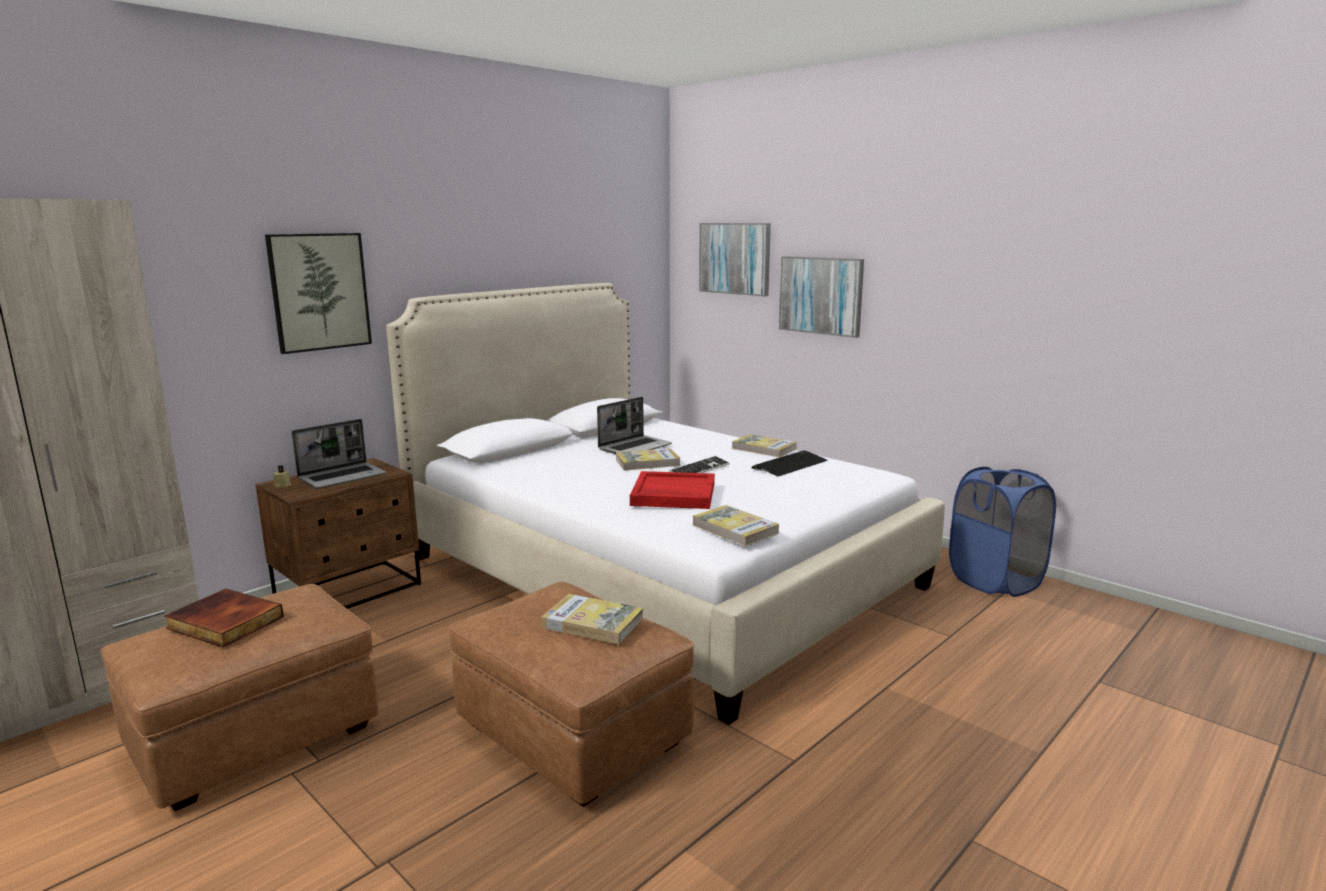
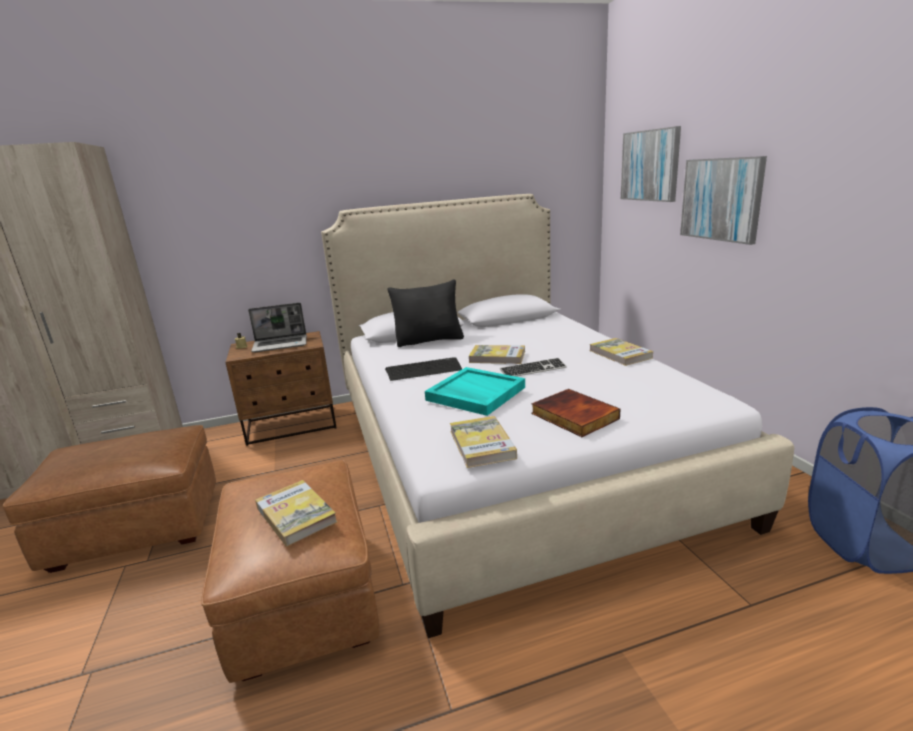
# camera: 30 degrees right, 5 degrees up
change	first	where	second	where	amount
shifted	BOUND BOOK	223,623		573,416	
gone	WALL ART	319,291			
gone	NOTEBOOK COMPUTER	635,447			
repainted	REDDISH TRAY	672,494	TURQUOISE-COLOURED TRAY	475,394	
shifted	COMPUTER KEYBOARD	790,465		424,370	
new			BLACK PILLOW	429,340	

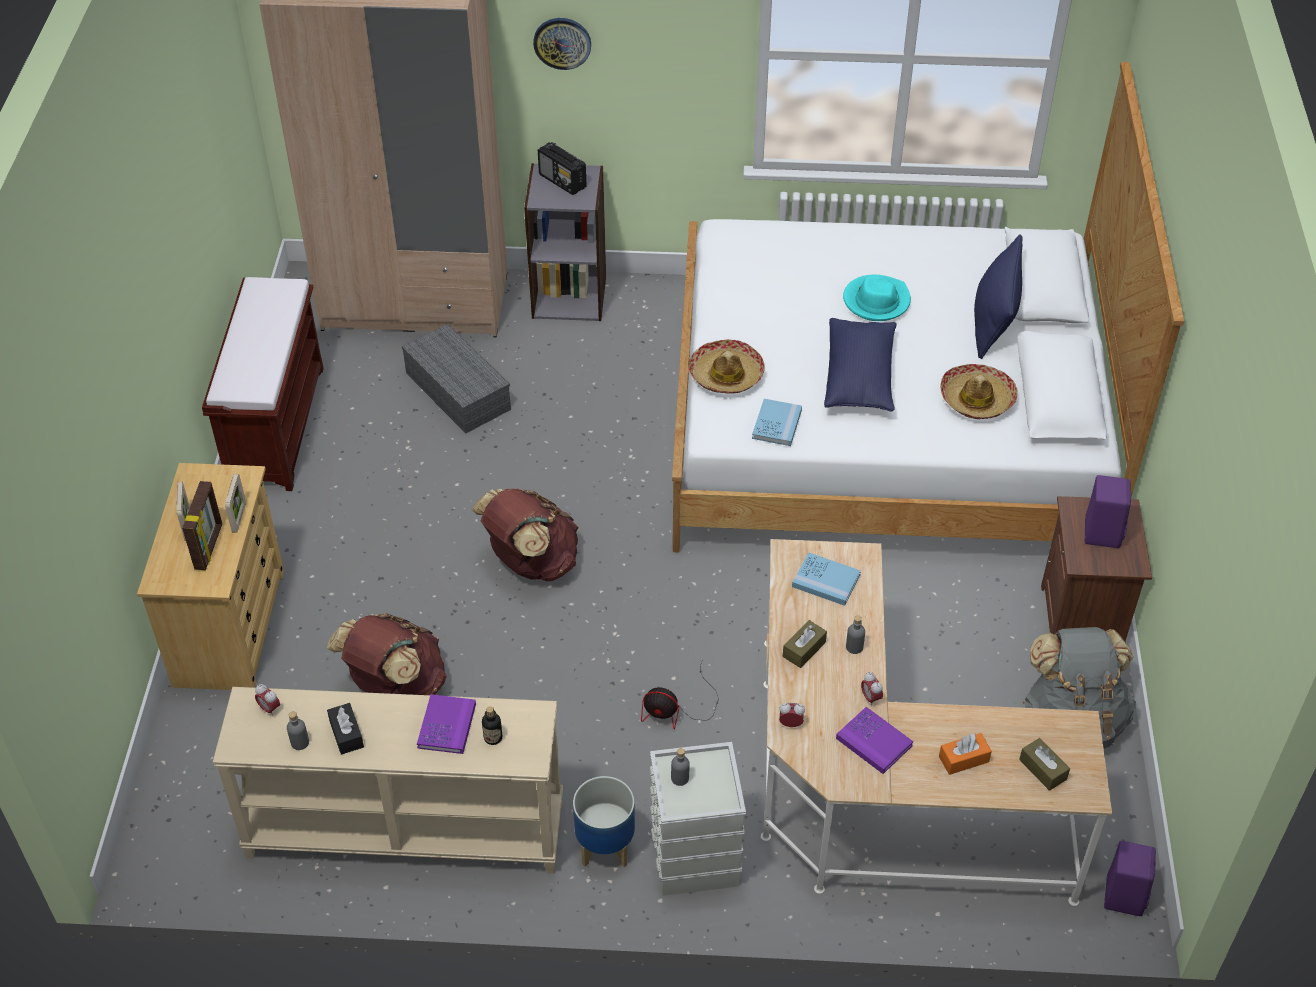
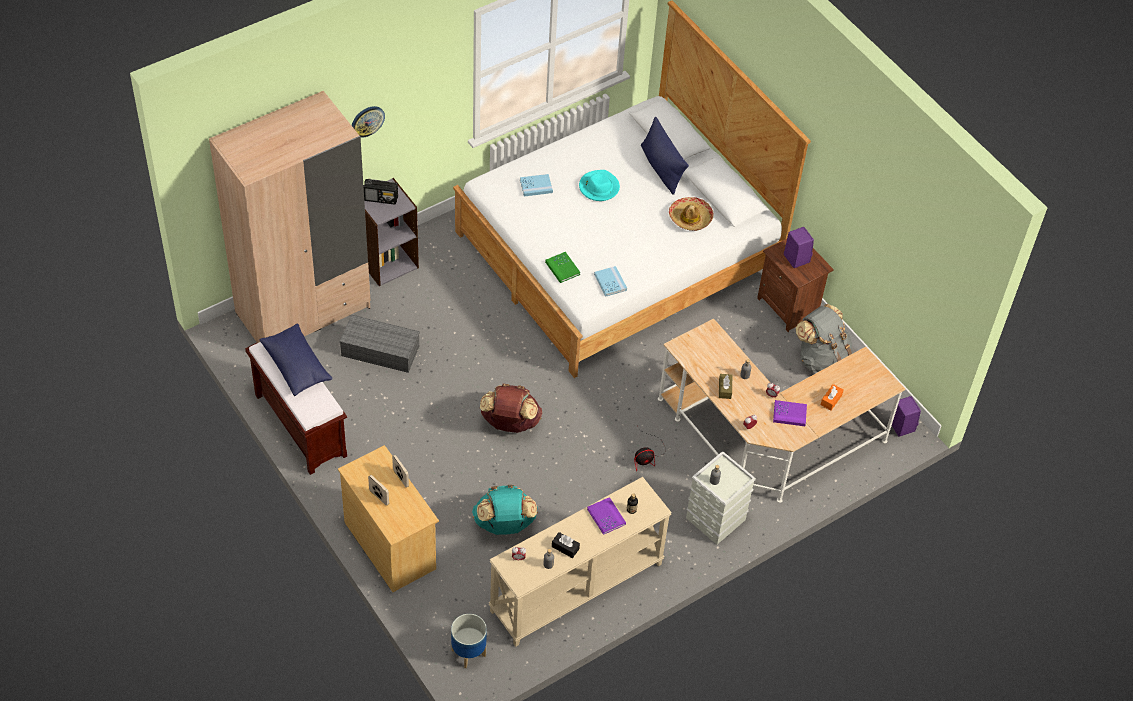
# camera: 40 degrees left, 5 degrees up
change	first	where	second	where	amount
gone	PHOTO FRAME	209,547			
repainted	BROWNISH KNAPSACK	395,686	TURQUOISE-COLOURED KNAPSACK	504,524	
shifted	PLANT POT	606,847		469,652	
swapped	WEARABLE HAT	726,375	GREEN-COLOURED BOUND BOOK	562,268	
shifted	BLUE-COLOURED BOUND BOOK	826,581		536,186	
shifted	BLUE-COLOURED PILLOW	859,377		296,366	
gone	BROWNISH BOX OF TISSUES	1042,769			

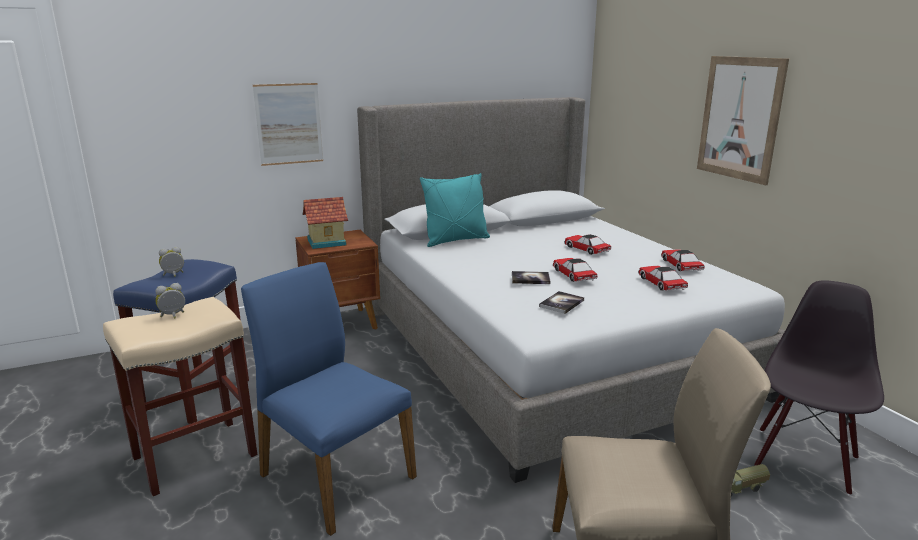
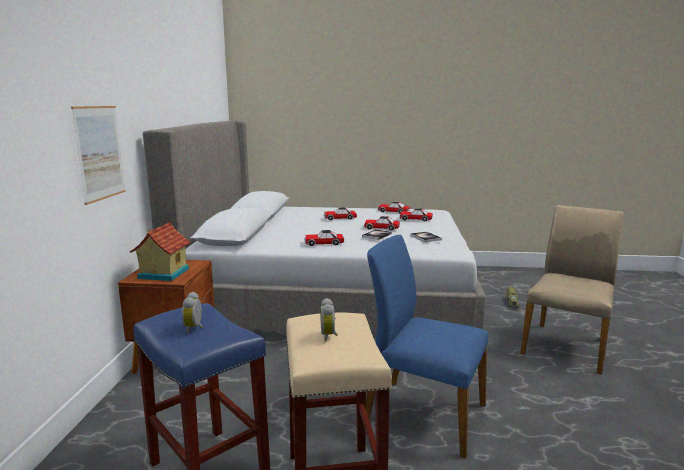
# camera: 60 degrees left, 5 degrees down
change	first	where	second	where	amount
rotated	BLUE-COLOURED CHAIR	334,476		423,414	45 degrees clockwise
gone	TURQUOISE-COLOURED PILLOW	455,240			
gone	WALL ART	739,118			
gone	BLACK CHAIR	804,460			
new			MINIATURE CAR	323,243	

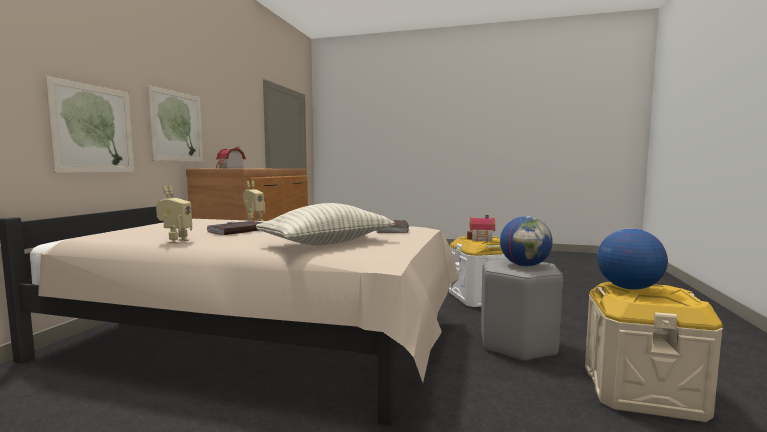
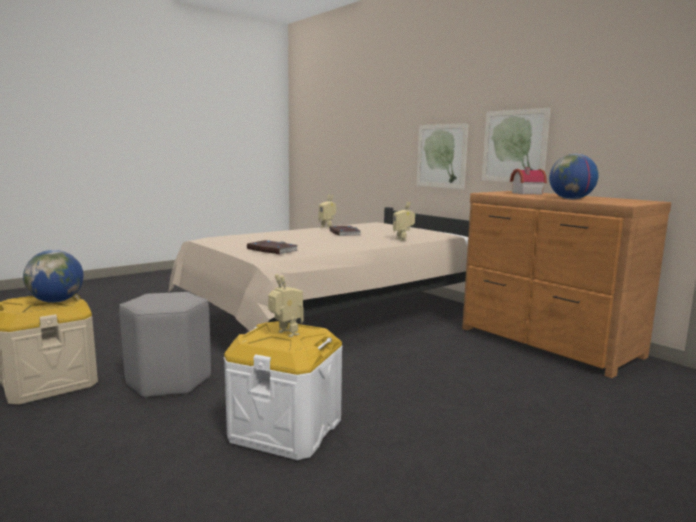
# camera: 125 degrees right, 5 degrees up
change	first	where	second	where	amount
gone	PILLOW	327,243			
swapped	MINIATURE HOUSE	482,239	ROBOT FIGURE	285,334	
shifted	WORLD GLOBE	525,265		571,199	

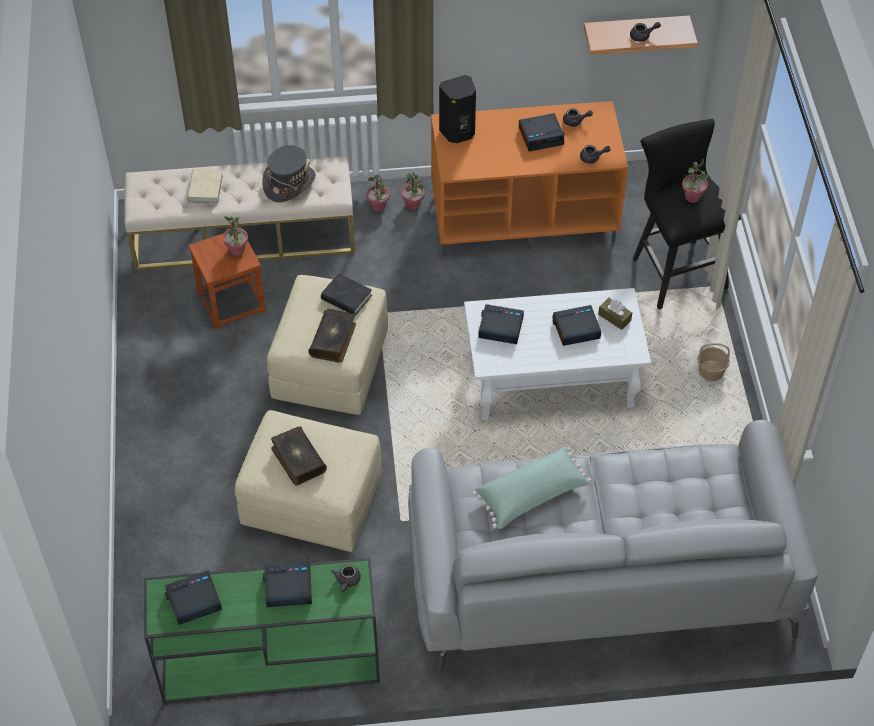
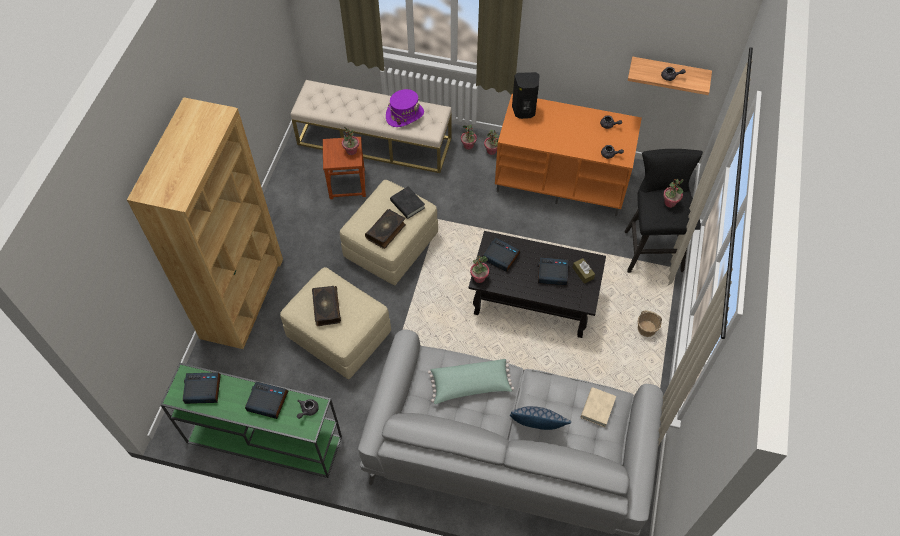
# camera: 20 degrees right, 5 degrees up
change	first	where	second	where	amount
shifted	SAND-COLOURED BOUND BOOK	205,189		597,408	
repainted	GREYISH WEARABLE HAT	289,183	PURPLE WEARABLE HAT	405,115	
repainted	WHITE-COLOURED LOW TABLE	550,380	BLACK LOW TABLE	532,300	
gone	BEDSIDE CLOCK	541,135			
new			BROWNISH SHELVING UNIT	242,297	
new			POTTED PLANT	479,278	
new			PILLOW	537,427	

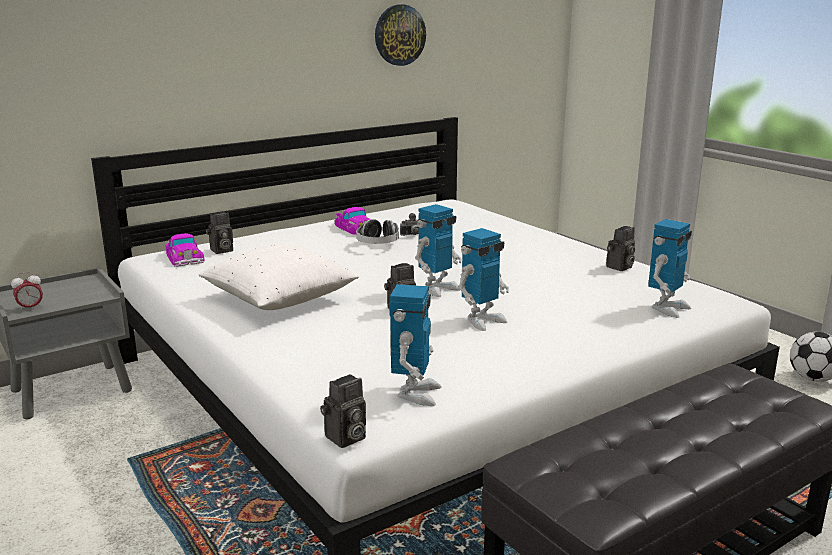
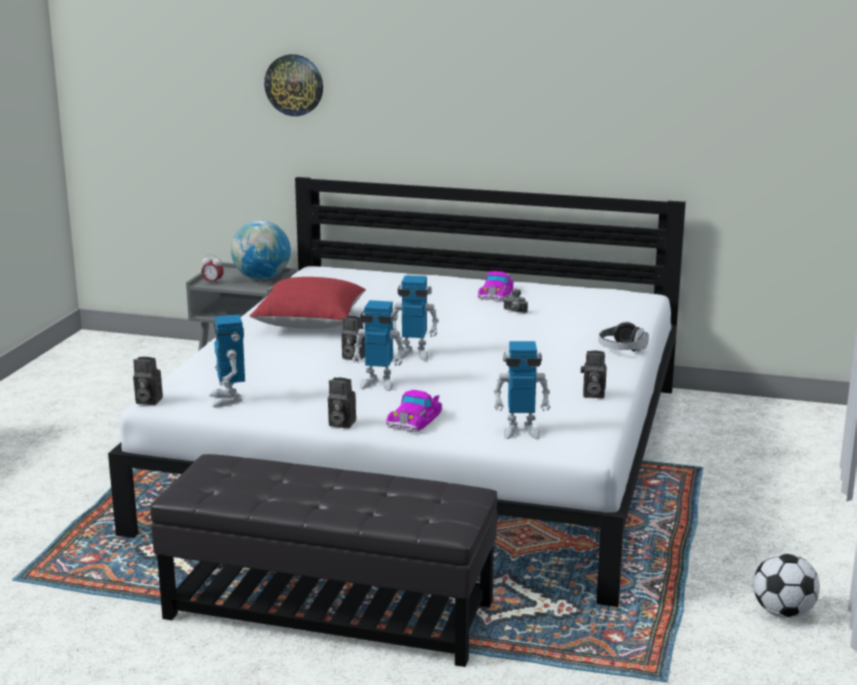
# camera: 50 degrees right, 0 degrees up
change	first	where	second	where	amount
shifted	MINIATURE CAR	184,257		415,418	
repainted	WHITE-COLOURED PILLOW	280,299	REDDISH PILLOW	310,323	
shifted	STILL CAMERA	221,251		340,423	
shifted	HEADPHONES	377,244		621,349	
shifted	HANGING CLOCK	399,35		294,85	
rotated	ROBOT FIGURE	415,394		228,399	105 degrees clockwise
new			WORLD GLOBE	262,278	

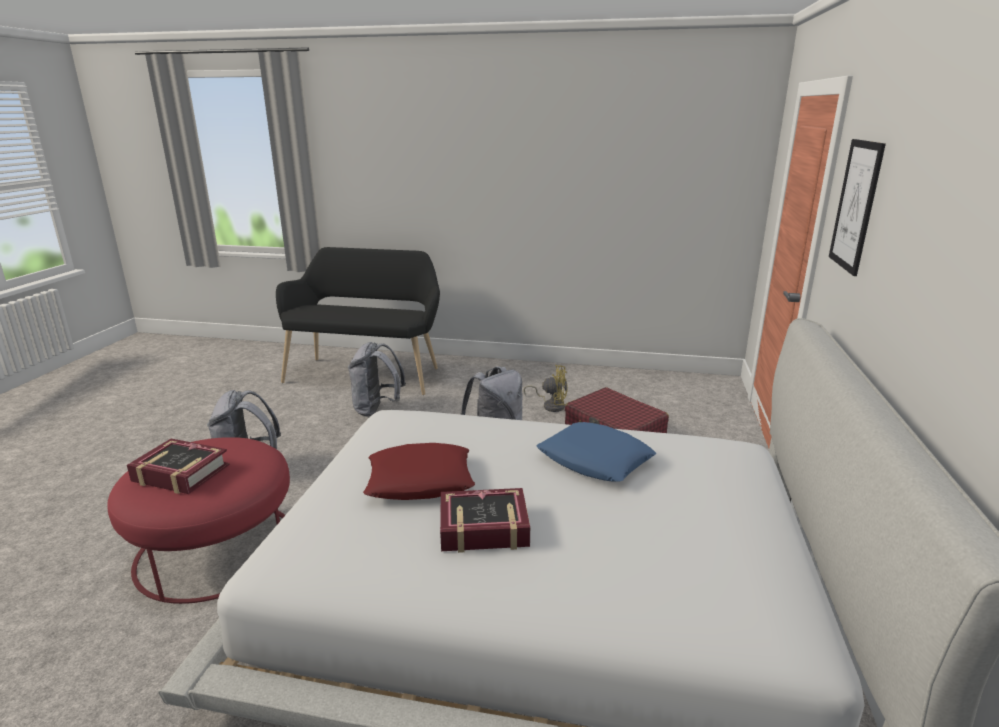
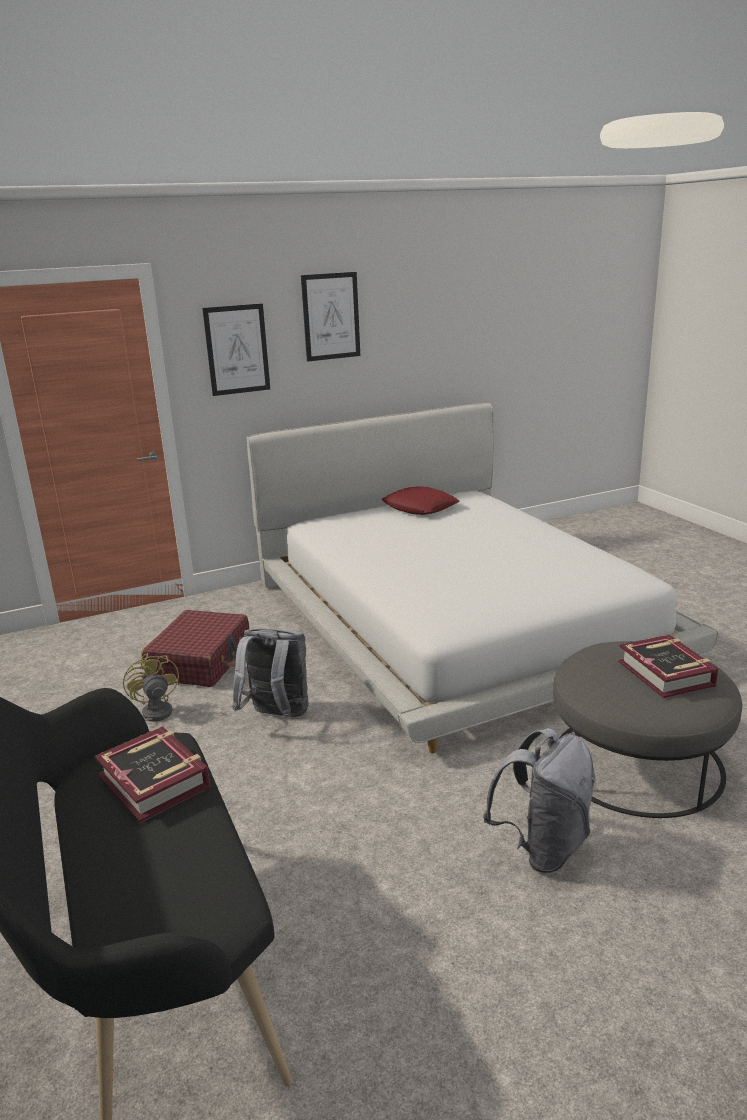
# camera: 125 degrees left, 0 degrees up
change	first	where	second	where	amount
repainted	REDDISH POUFFE	216,549	GREYISH POUFFE	637,762	
gone	GREYISH KNAPSACK	377,409			
shifted	REDDISH PILLOW	419,481		420,507	
shifted	BOUND BOOK	483,528		155,781	
gone	BLUE-COLOURED PILLOW	594,460			
new			WALL ART	331,316	

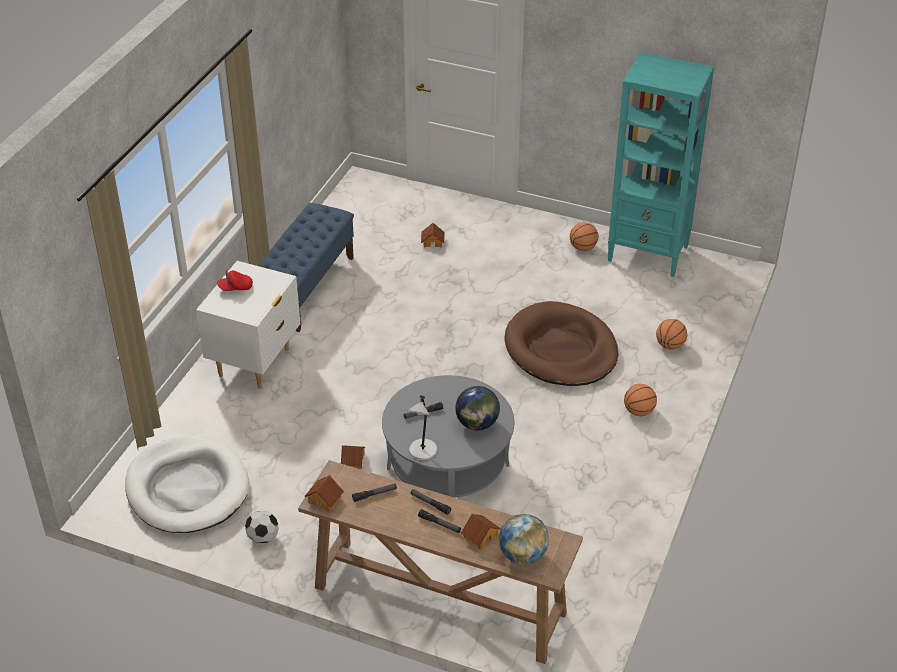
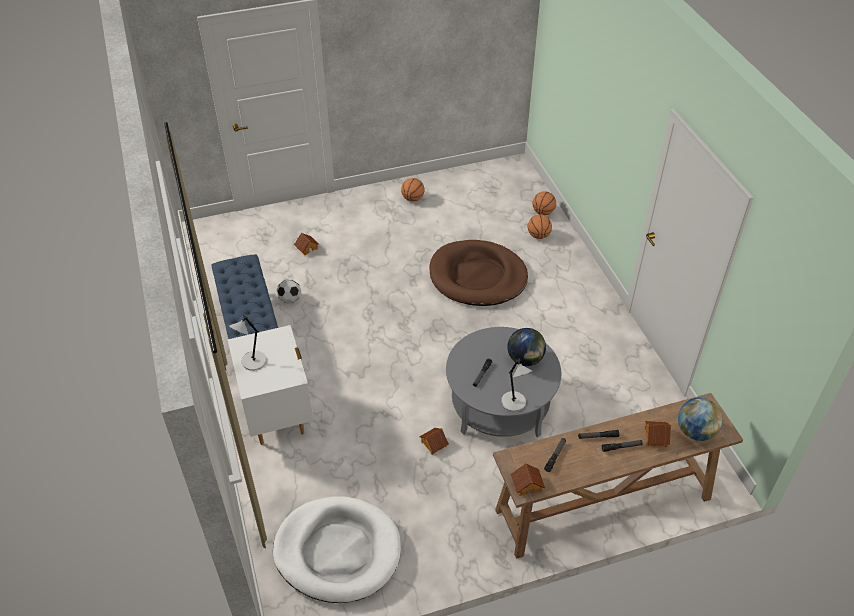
# camera: 40 degrees left, 5 degrees up
change	first	where	second	where	amount
swapped	REDDISH CAP	235,288	GREYISH LAMP FOR A TABLE	253,362	
shifted	FOOTBALL BALL	263,537		290,299	
gone	TURQUOISE-COLOURED SHELVING UNIT	648,254			
shifted	BASKETBALL	639,411		543,212	

